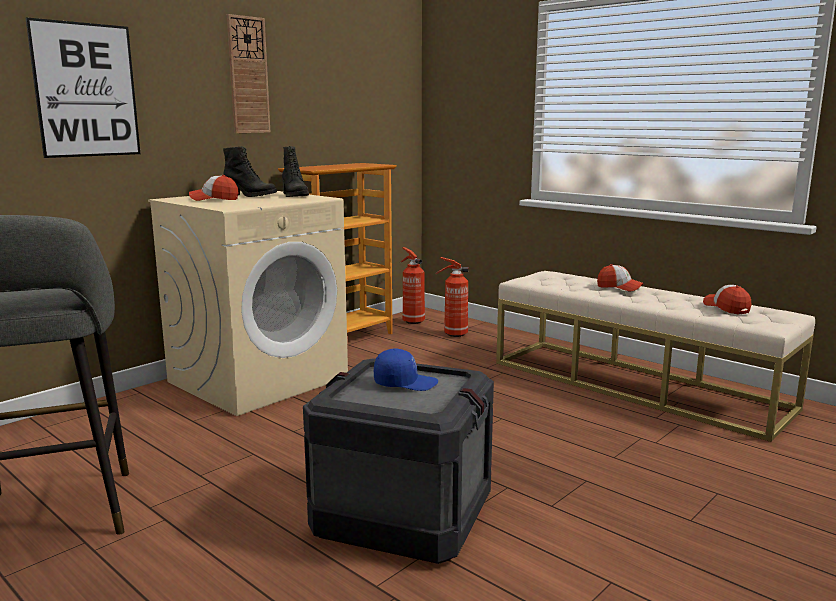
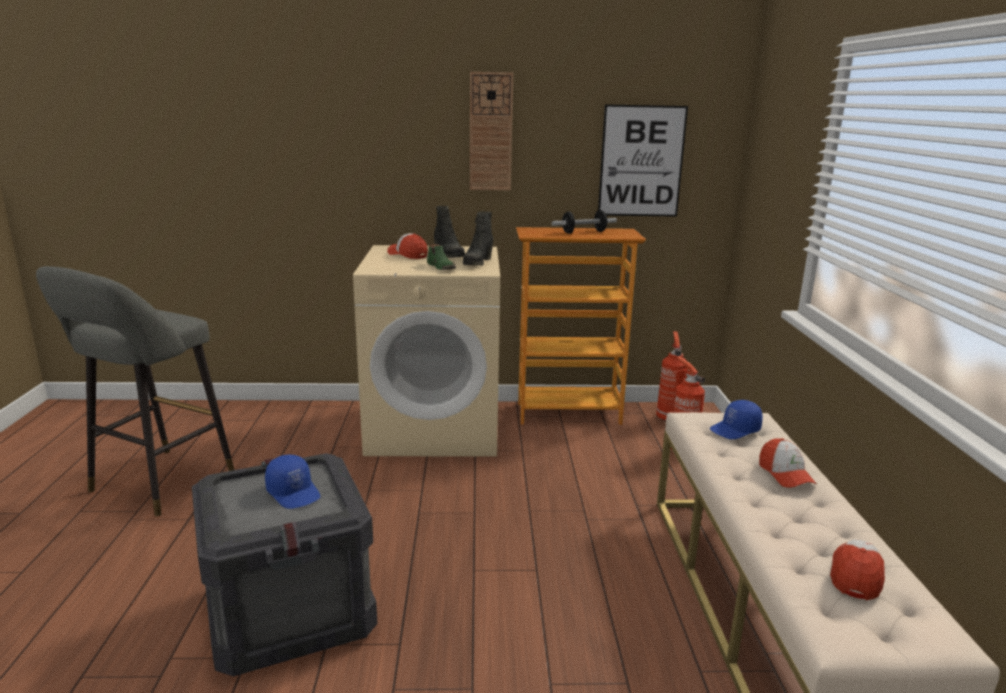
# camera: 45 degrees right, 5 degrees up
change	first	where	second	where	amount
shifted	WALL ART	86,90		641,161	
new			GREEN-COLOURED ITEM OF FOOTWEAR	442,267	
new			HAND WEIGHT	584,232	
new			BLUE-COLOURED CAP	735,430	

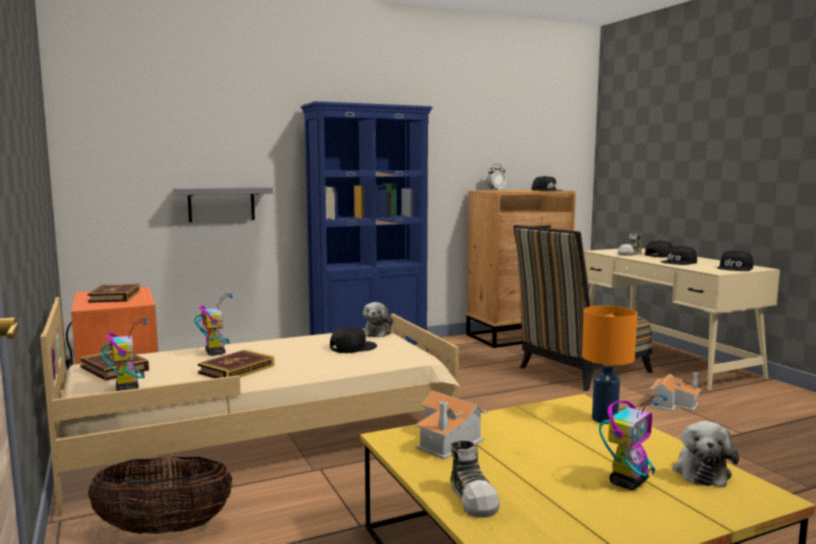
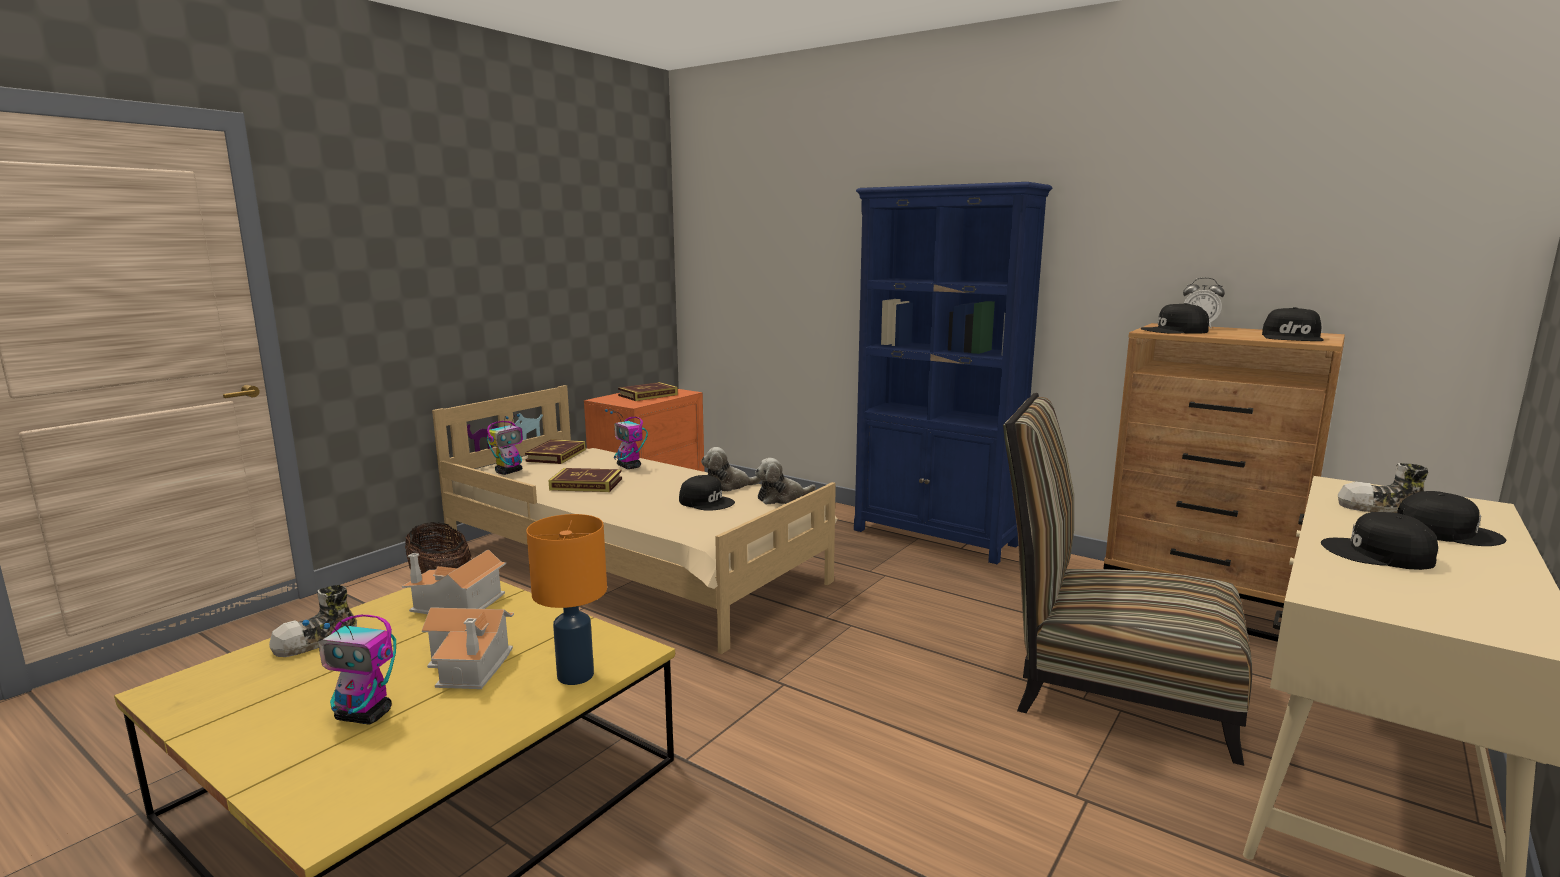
# camera: 60 degrees right, 5 degrees up
change	first	where	second	where	amount
gone	GREYISH SHELF	221,204			
rotated	ROBOT FIGURE	215,353		629,466	105 degrees clockwise
shifted	MINIATURE HOUSE	673,403		471,665	
shifted	SOFT TOY	701,471		728,486	
shifted	BLACK CAP	735,268		1175,331	

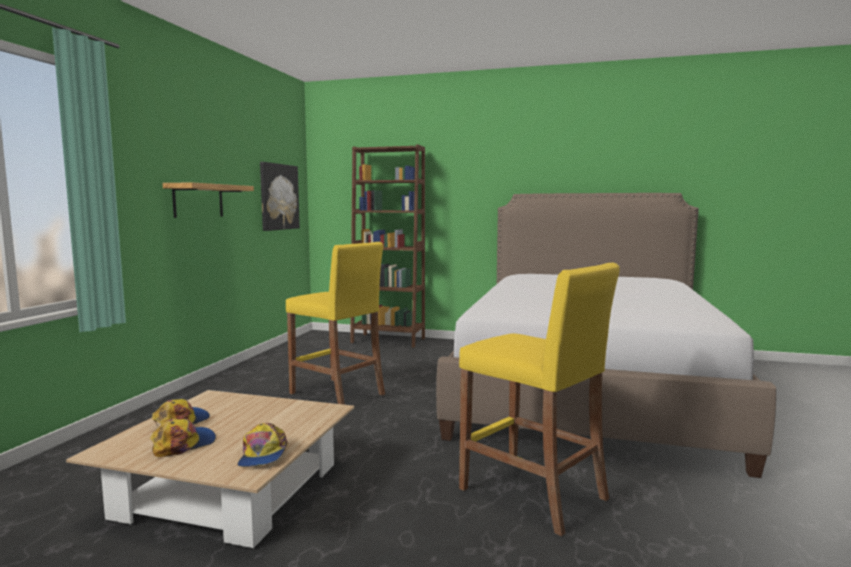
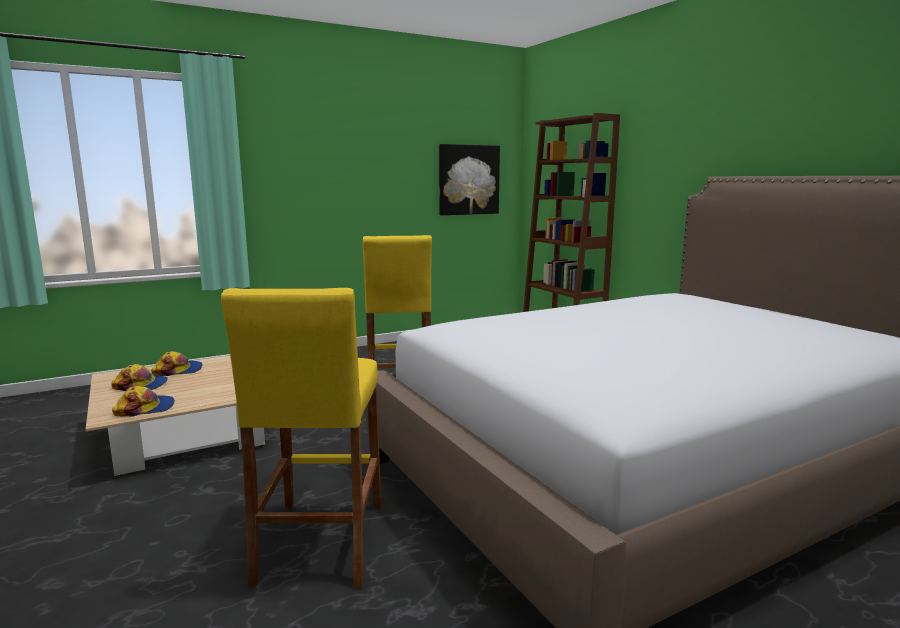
# camera: 45 degrees right, 5 degrees up
change	first	where	second	where	amount
gone	SHELF	198,201			
rotated	CAP	263,454		145,408	150 degrees counterclockwise

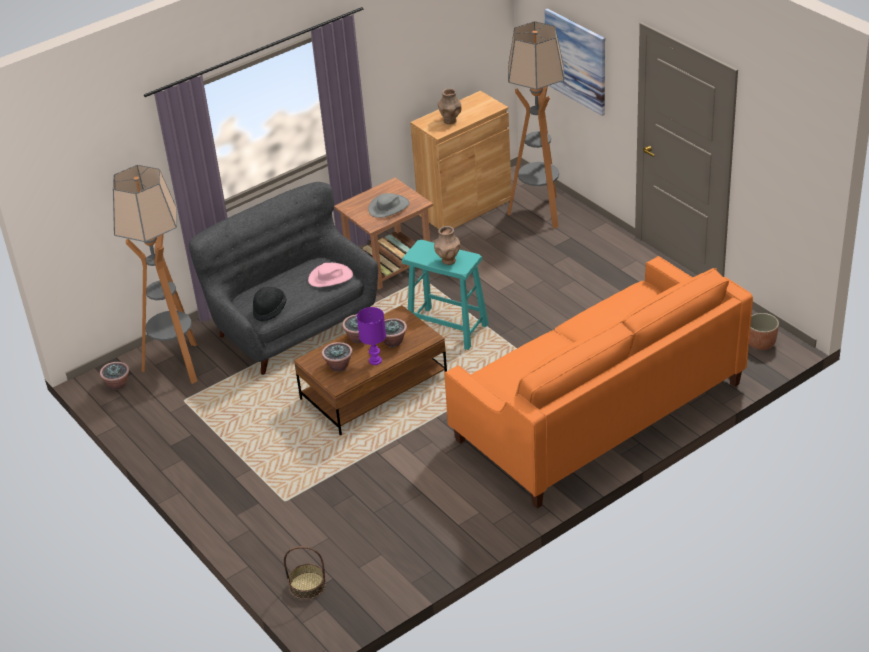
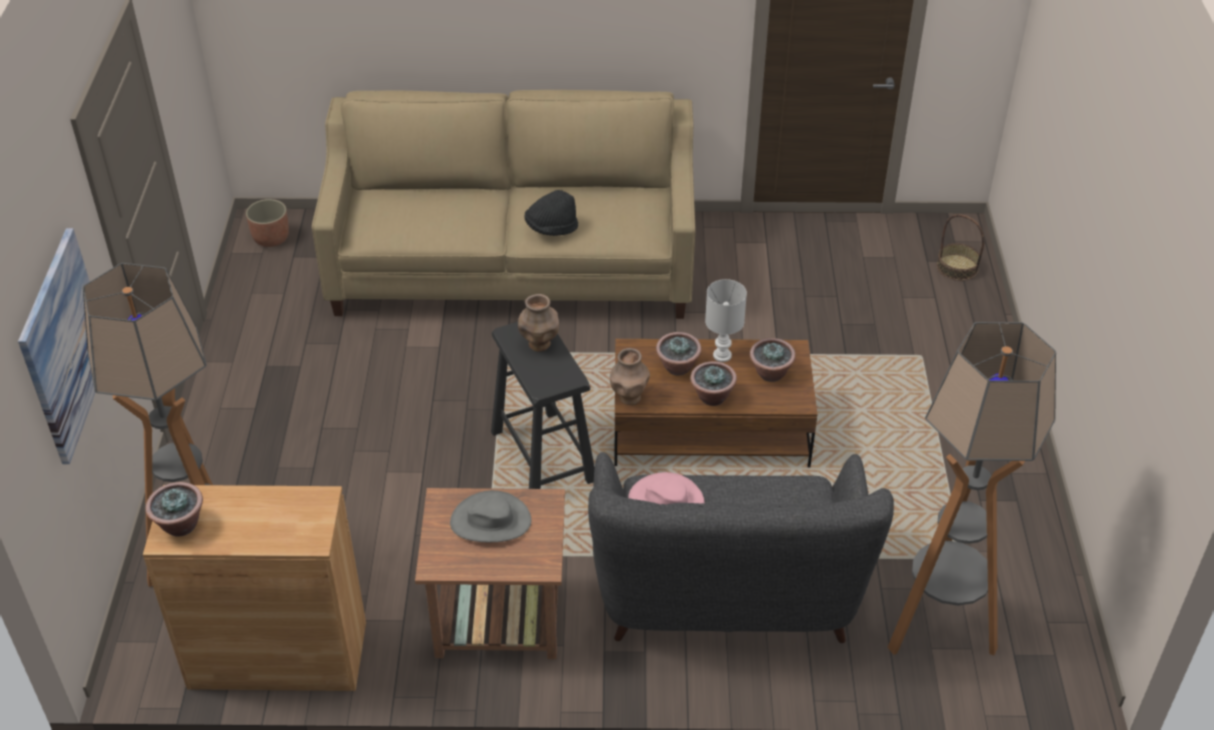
# camera: 145 degrees left, 5 degrees up
change	first	where	second	where	amount
shifted	POTTED PLANT	117,384		180,525	
shifted	BLACK WEARABLE HAT	270,310		551,228	
repainted	PURPLE LAMP FOR A TABLE	375,360	WHITE-COLOURED LAMP FOR A TABLE	721,356	
repainted	TURQUOISE-COLOURED SITTING STOOL	448,328	BLACK SITTING STOOL	543,455	
shifted	BROWNISH DECORATIVE VASE	450,121		629,397	
repainted	ORANGE-COLOURED COUCH	598,412	SAND-COLOURED COUCH	513,265	

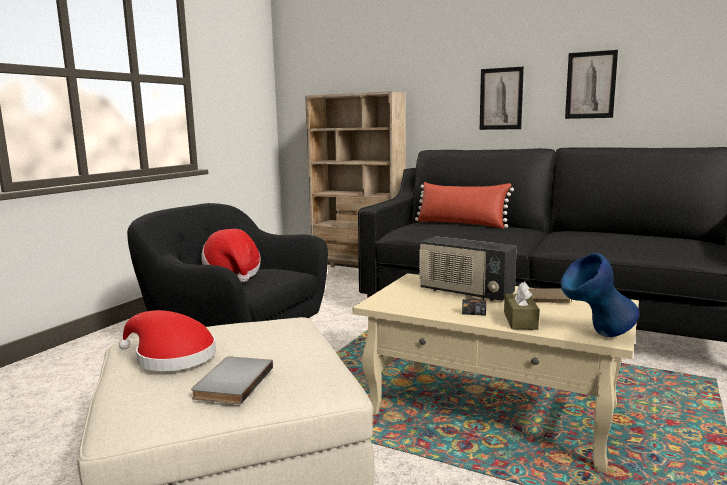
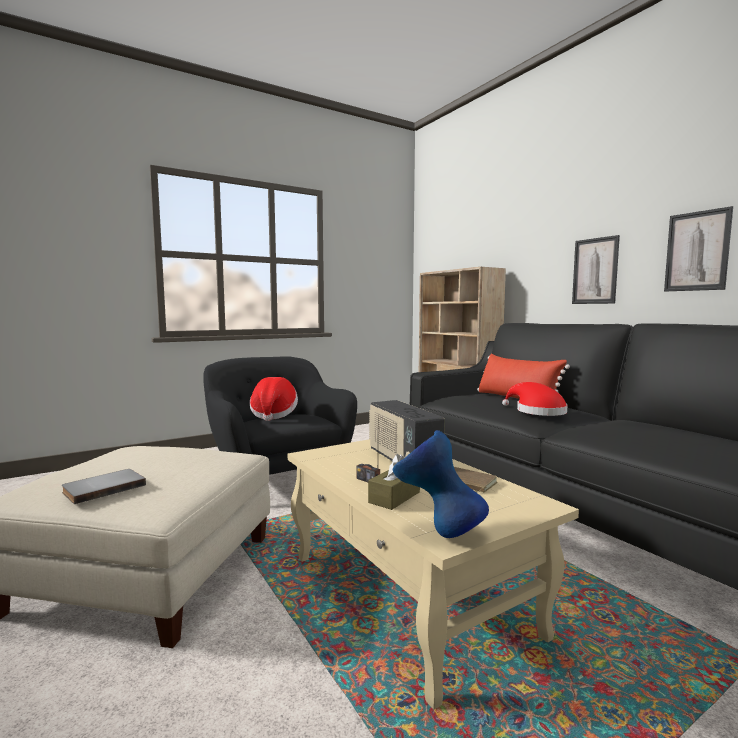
# camera: 30 degrees right, 5 degrees down
change	first	where	second	where	amount
shifted	REDDISH WEARABLE HAT	171,357		537,411	

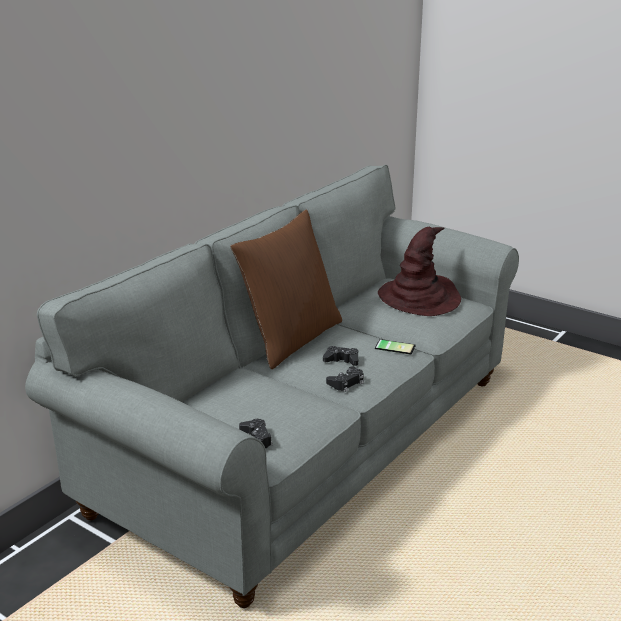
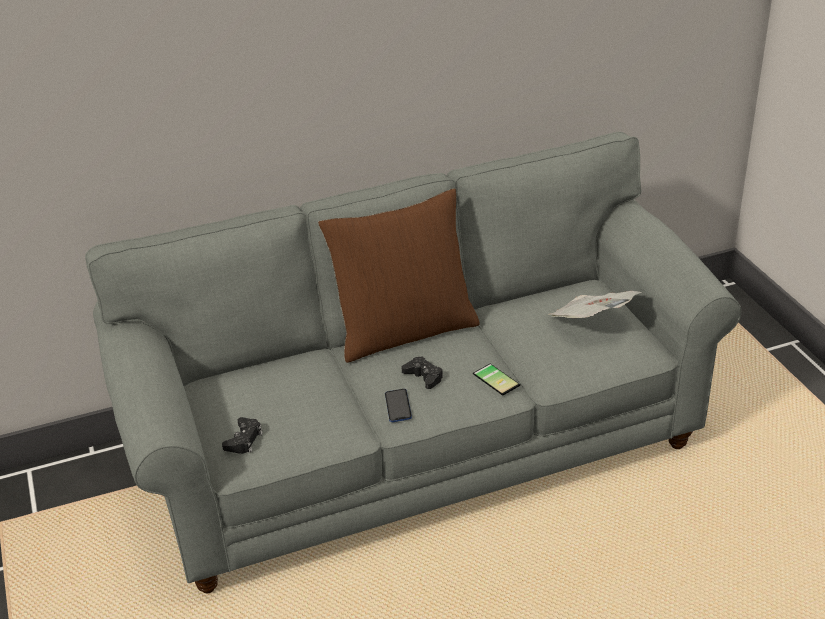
# camera: 35 degrees right, 10 degrees up
change	first	where	second	where	amount
swapped	BLACK JOYPAD	346,383	PHONE	398,406	
swapped	BROWNISH WEARABLE HAT	419,298	PRINTED PAPER	592,323	

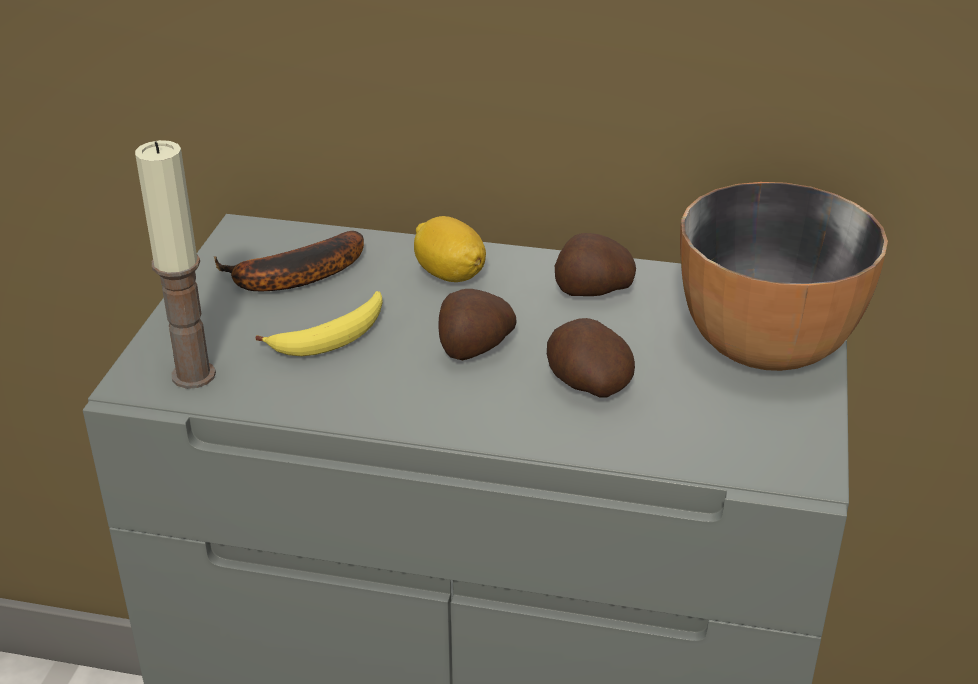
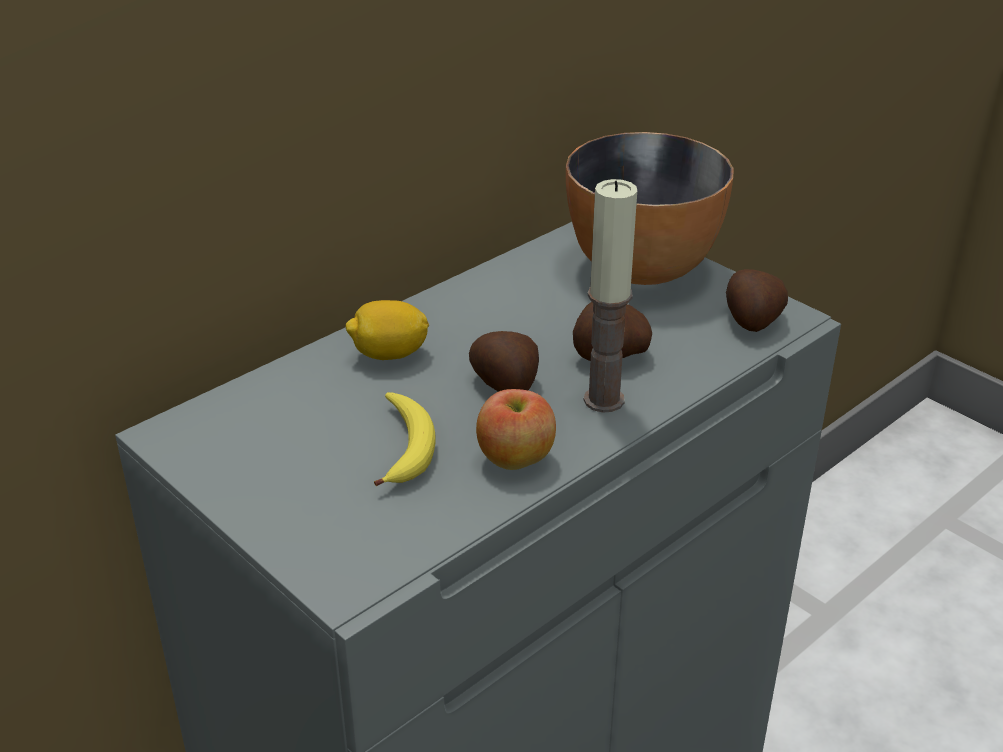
# camera: 55 degrees left, 0 degrees up
change	first	where	second	where	amount
shifted	CANDLE	193,375		604,400	
gone	BANANA	291,278			
shifted	SPUD	592,291		752,321	
new			APPLE FRUIT	516,460	

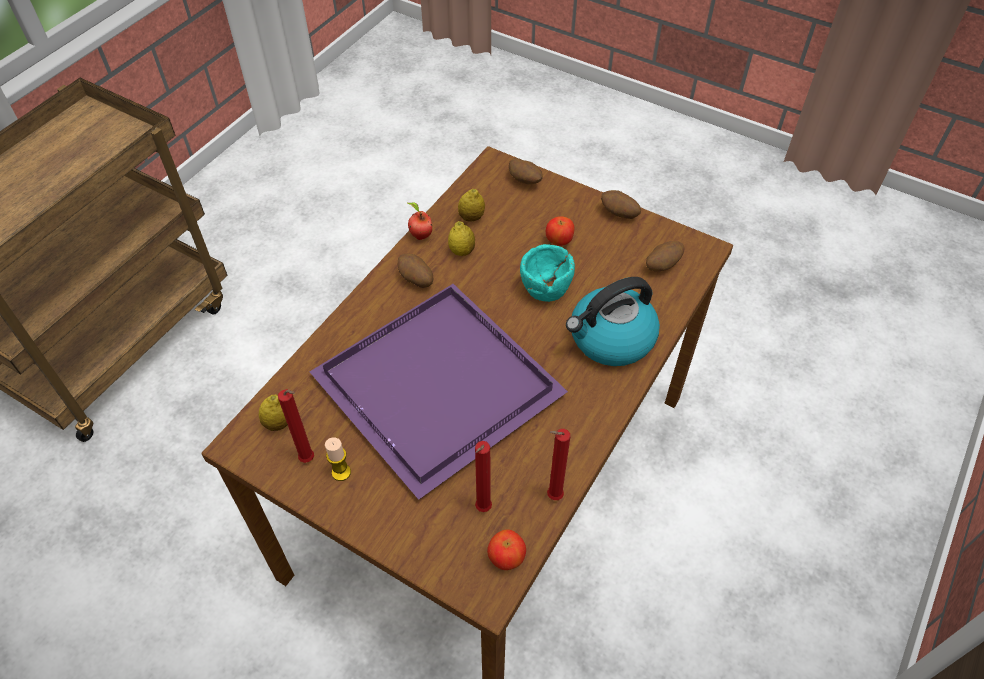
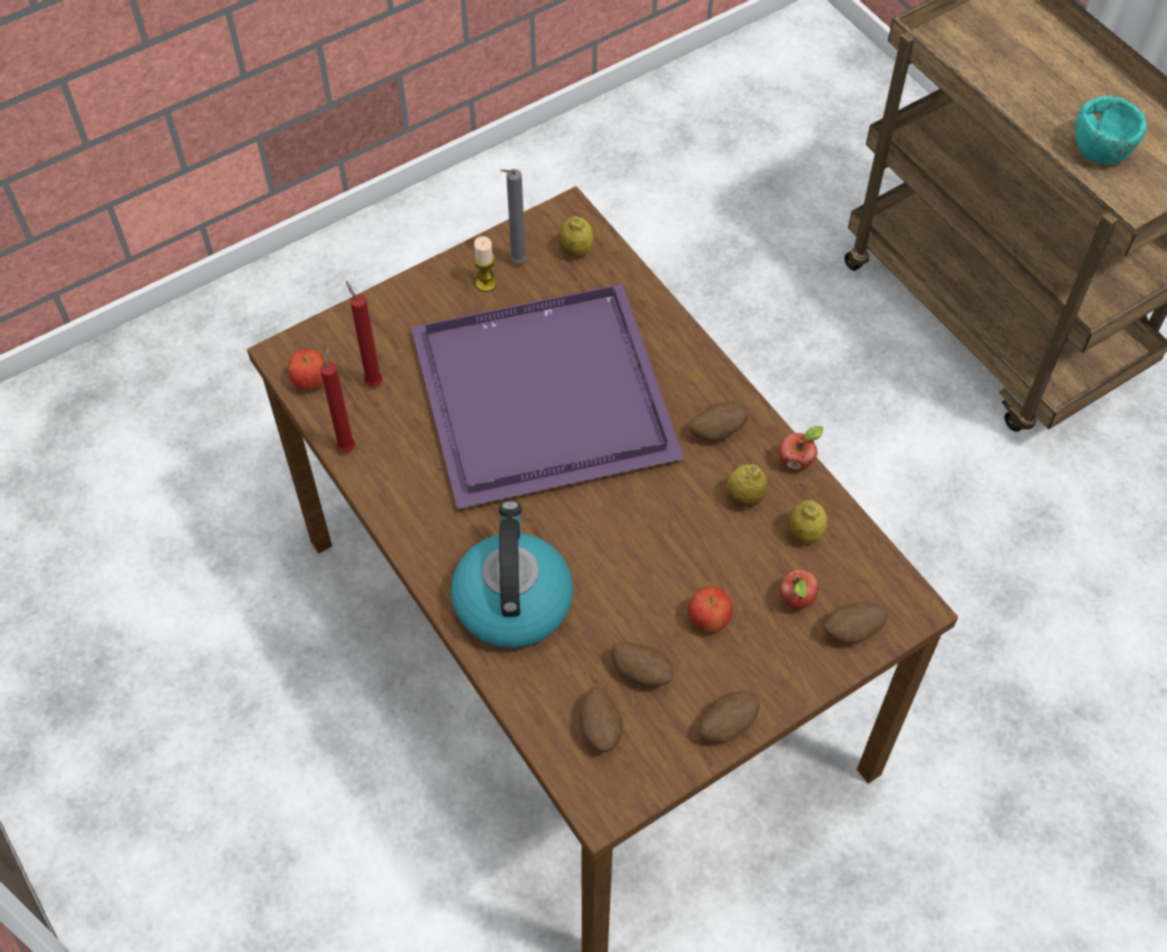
# camera: 115 degrees right, 5 degrees up
change	first	where	second	where	amount
repainted	REDDISH CANDLE	309,460	GREYISH CANDLE	516,263	
shifted	TURQUOISE-COLOURED SERVING BOWL	546,288		1101,150	
new			SPUD	641,672	
new			APPLE FRUIT	797,601	

